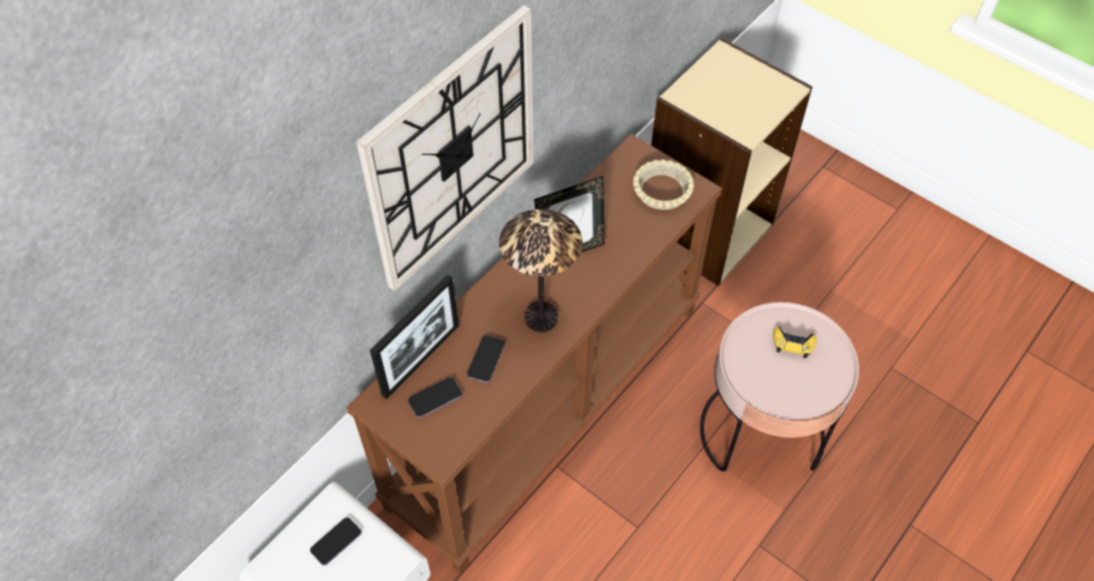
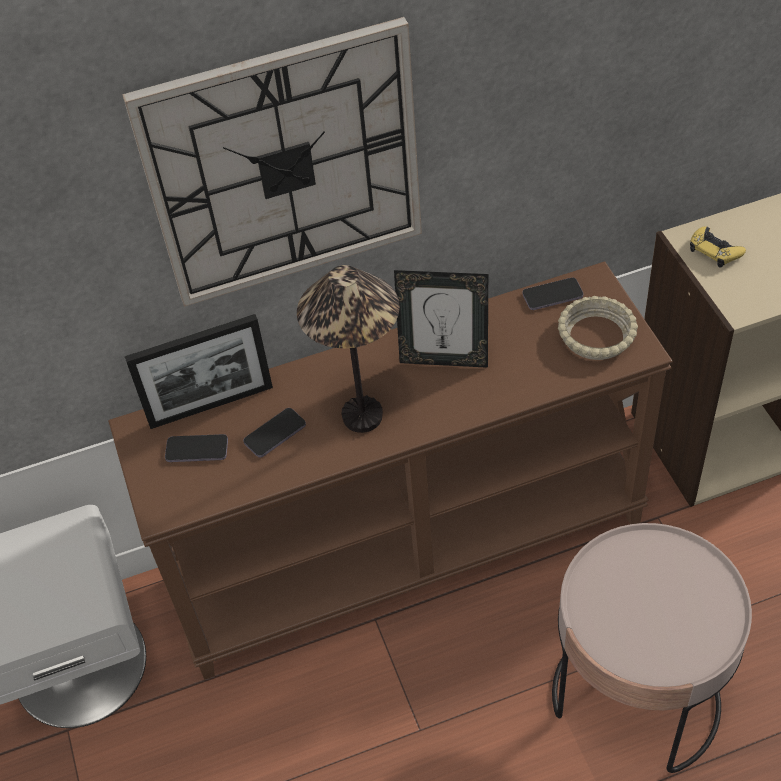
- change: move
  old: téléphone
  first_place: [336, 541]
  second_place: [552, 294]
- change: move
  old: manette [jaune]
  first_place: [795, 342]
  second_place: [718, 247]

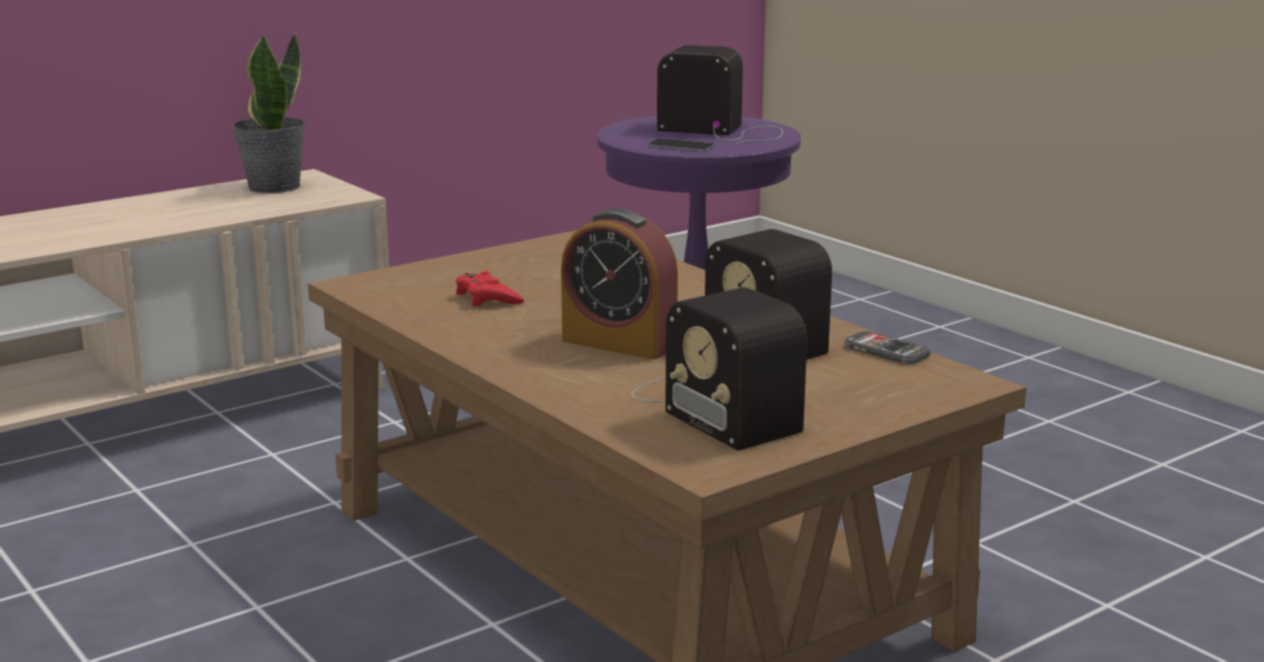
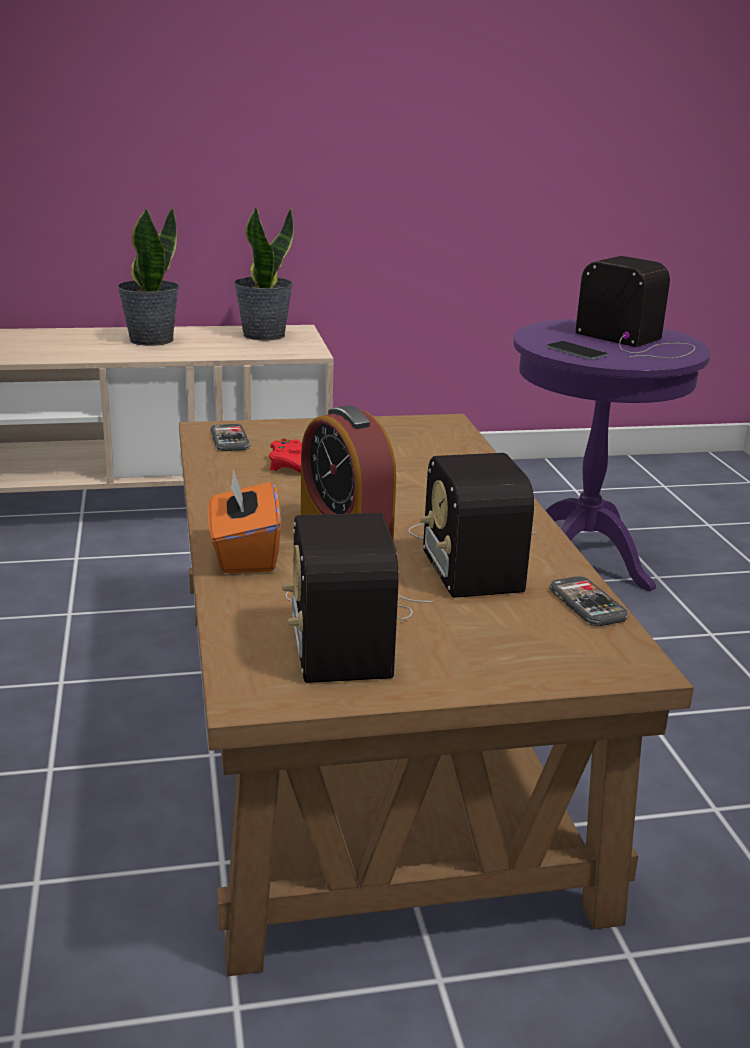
- change: insert
  new: plante en pot
  second_place: [148, 276]
- change: insert
  new: boîte à mouchoirs [orange]
  second_place: [244, 521]
- change: insert
  new: téléphone
  second_place: [230, 437]

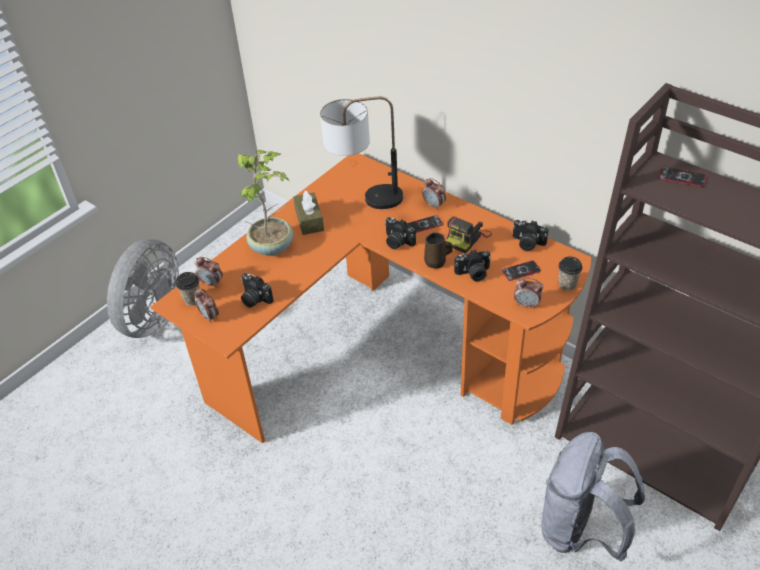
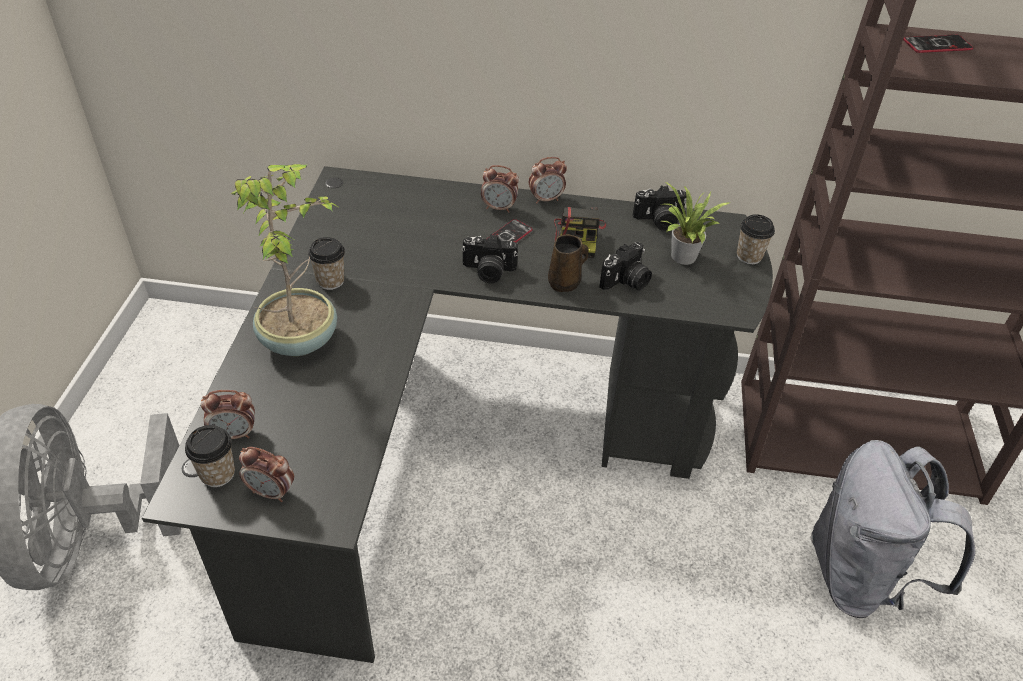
- change: delete
  old: appareil photo
  first_place: [257, 290]
- change: delete
  old: lampe de table
  first_place: [361, 153]
- change: move
  old: réveil
  first_place: [528, 293]
  second_place: [548, 180]
- change: replace
  old: boîte à mouchoirs [marron]
  new: tasse
  first_place: [308, 212]
  second_place: [326, 263]
- change: replace
  old: téléphone
  new: plante en pot
  first_place: [521, 270]
  second_place: [694, 223]
- change: recolor
  old: bureau [orange]
  new: bureau [noir]
  first_place: [371, 298]
  second_place: [457, 414]

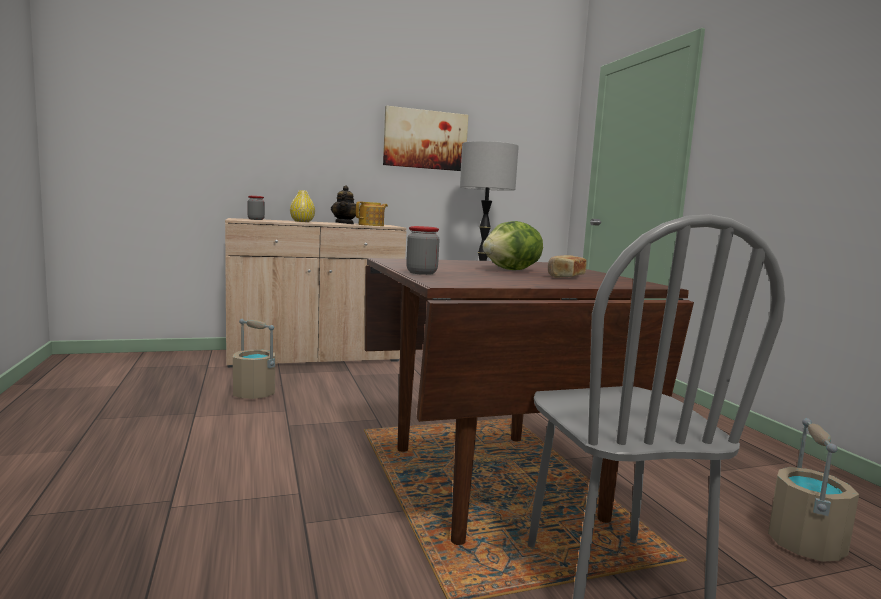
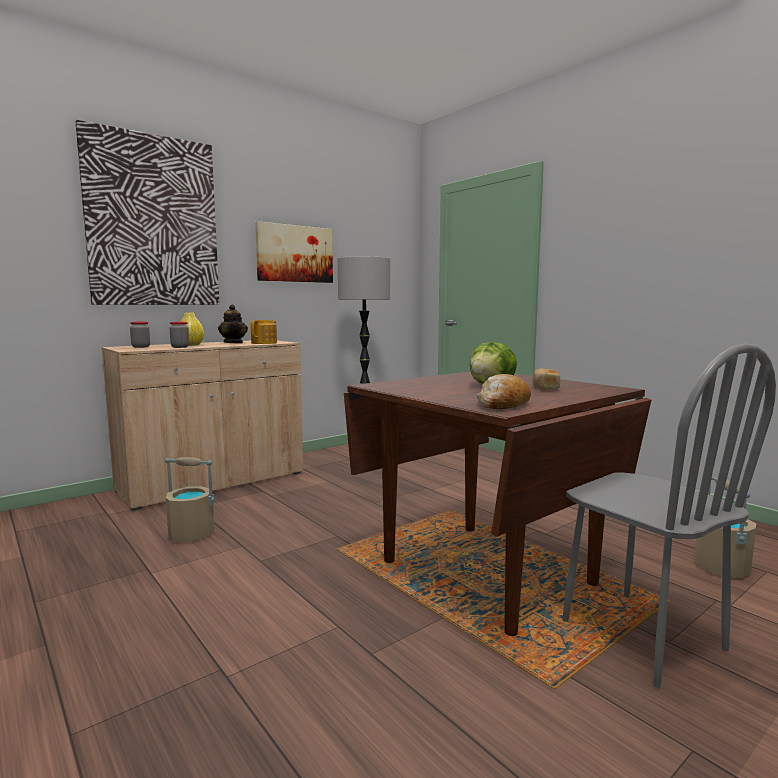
- change: insert
  new: tableau
  second_place: [147, 212]
- change: insert
  new: pain
  second_place: [504, 391]
- change: move
  old: bocal
  first_place: [423, 250]
  second_place: [179, 335]

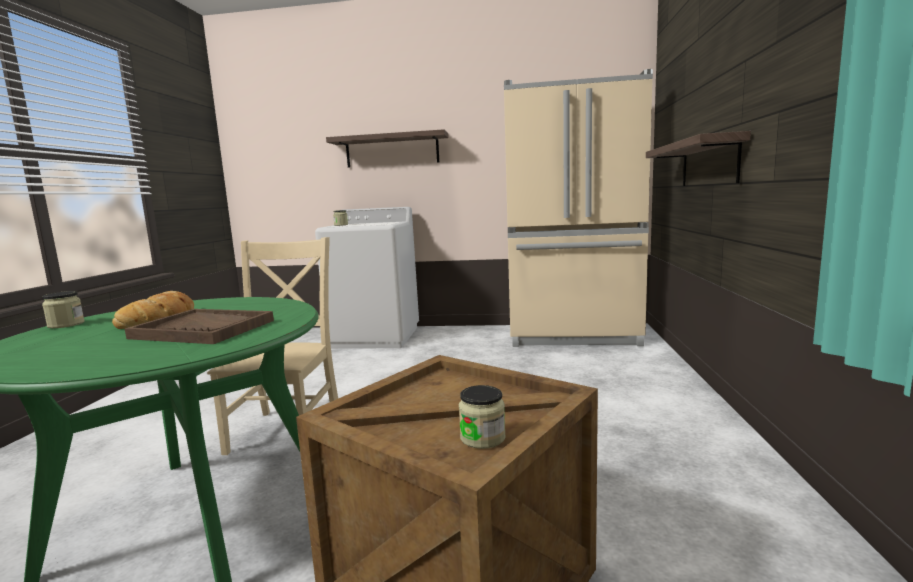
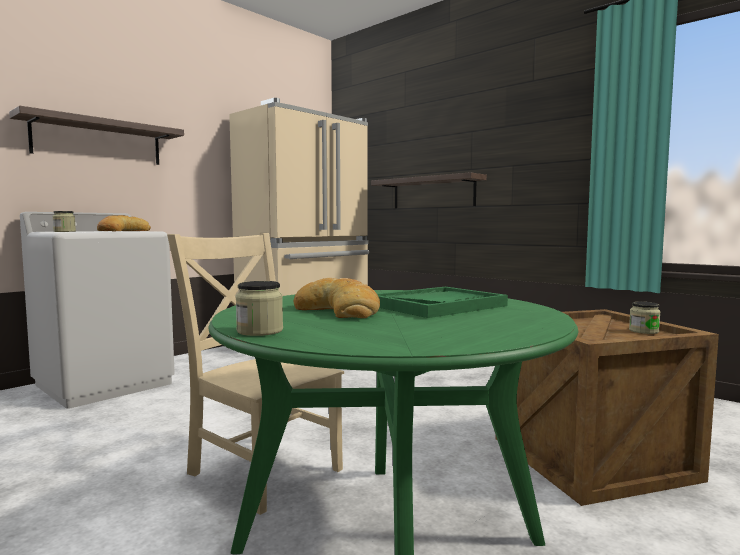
- change: insert
  new: pain
  second_place: [124, 223]
- change: recolor
  old: plateau [marron]
  new: plateau [vert]
  first_place: [199, 326]
  second_place: [442, 302]

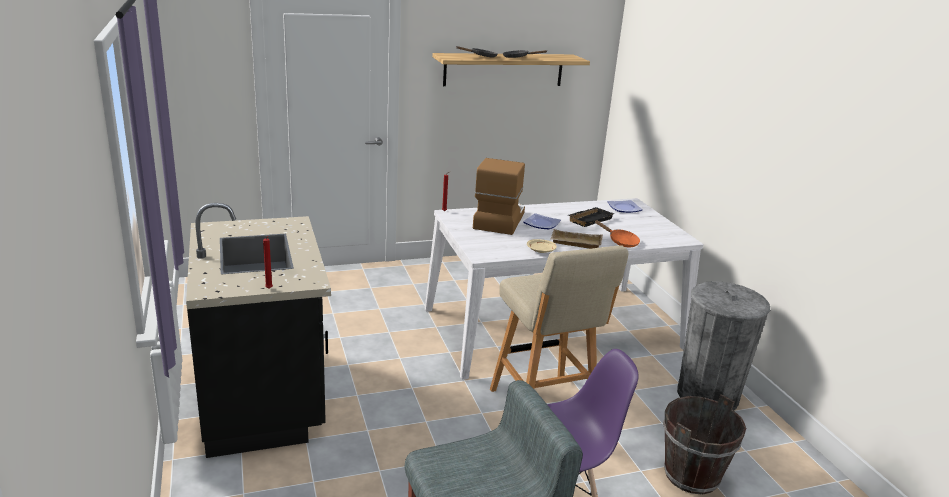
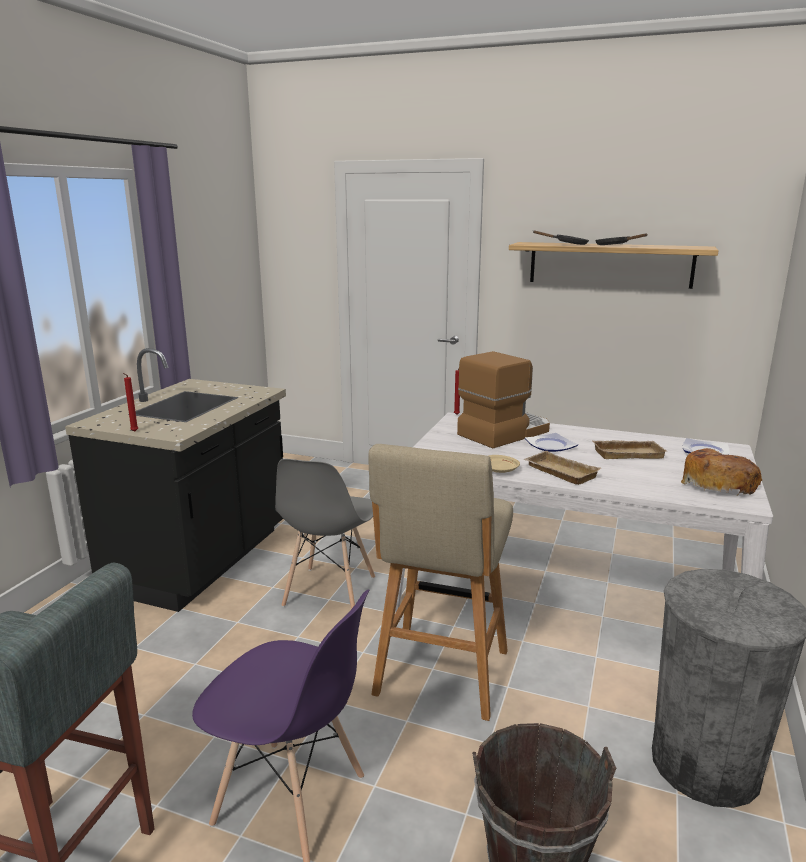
- change: delete
  old: poêle [orange]
  first_place: [617, 233]
- change: insert
  new: chaise [gris]
  second_place: [325, 534]
- change: insert
  new: pain
  second_place: [721, 472]
- change: recolor
  old: plateau [noir]
  new: plateau [beige]
  first_place: [591, 217]
  second_place: [630, 449]

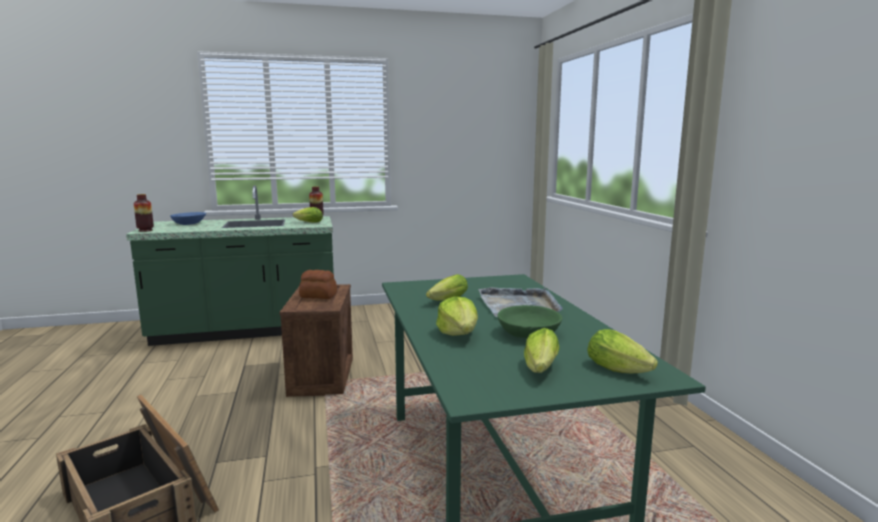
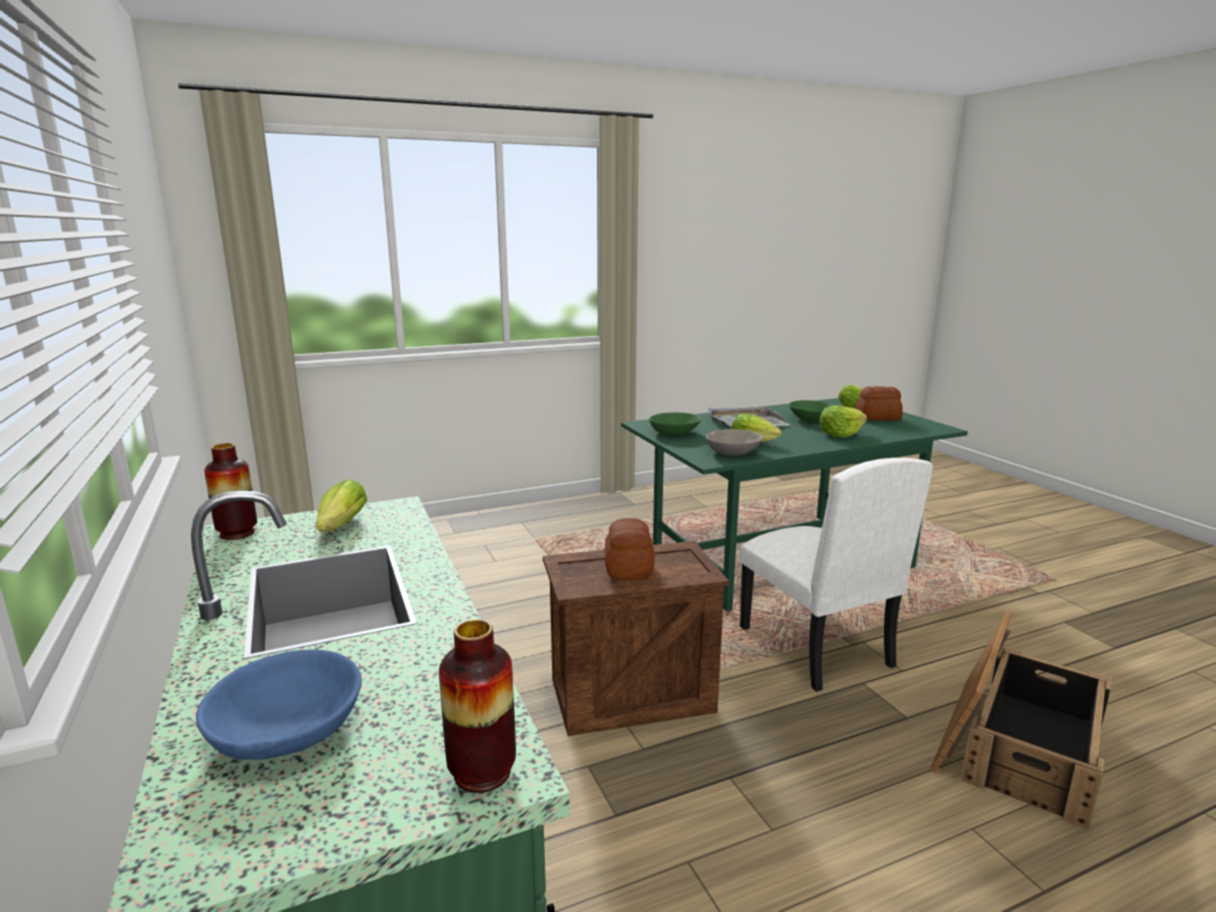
- change: insert
  new: bol [vert]
  second_place: [675, 424]
- change: insert
  new: bol [gris]
  second_place: [734, 442]
- change: insert
  new: chaise [blanc]
  second_place: [836, 575]
- change: replace
  old: laitue
  new: pain
  first_place: [541, 350]
  second_place: [879, 403]

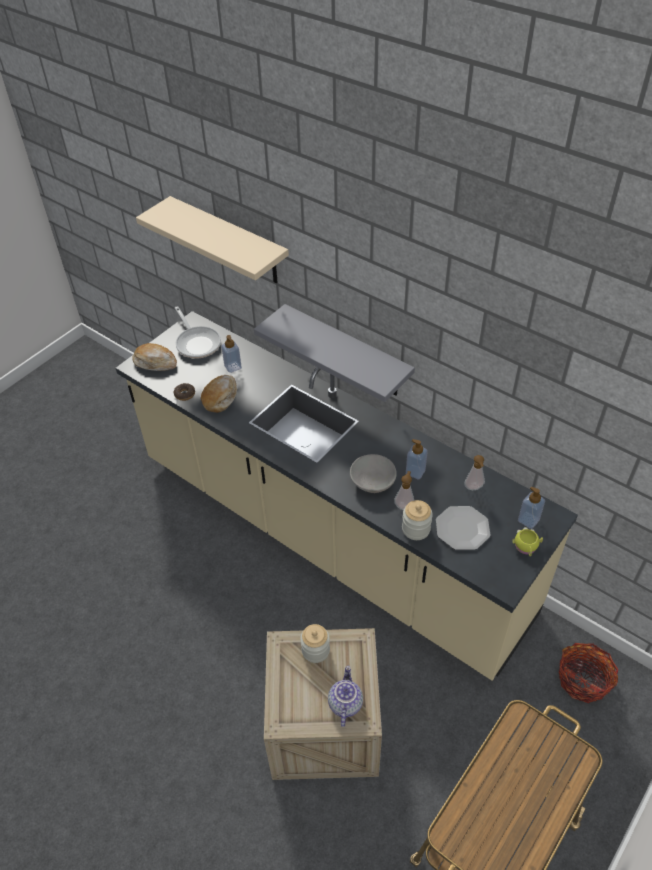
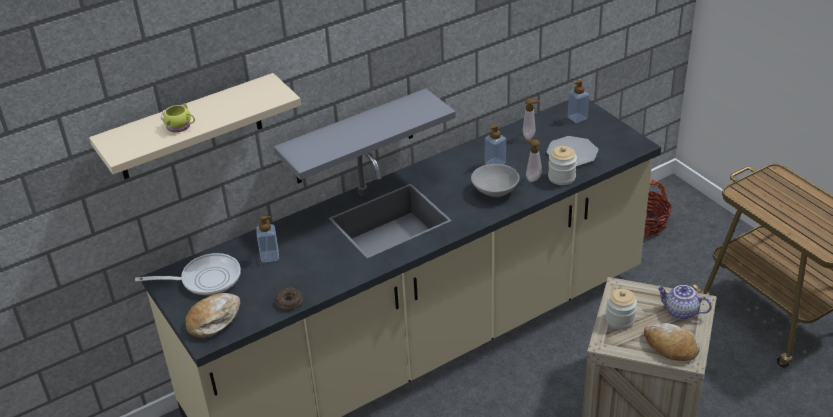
- change: move
  old: pain
  first_place: [219, 394]
  second_place: [672, 342]
- change: move
  old: mug [jaune]
  first_place: [528, 541]
  second_place: [178, 117]

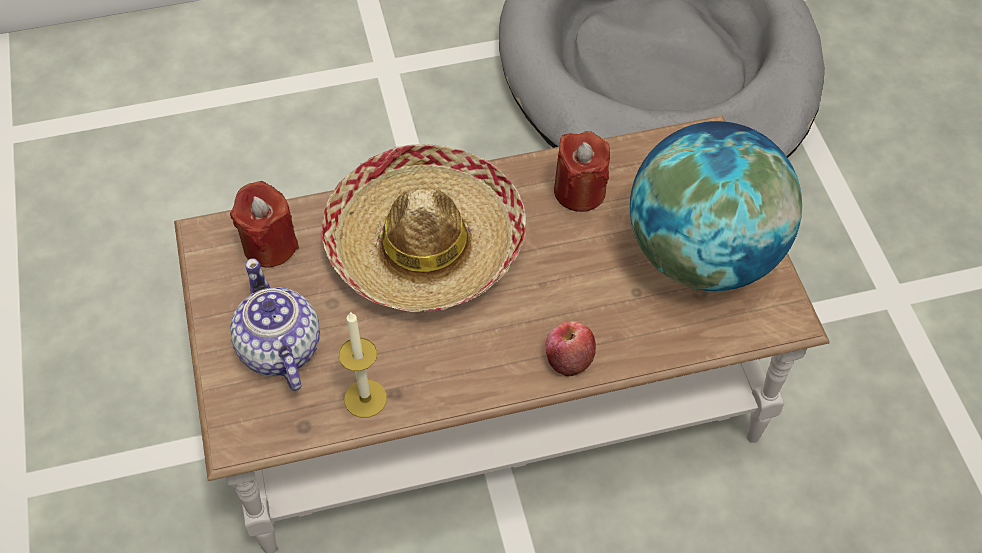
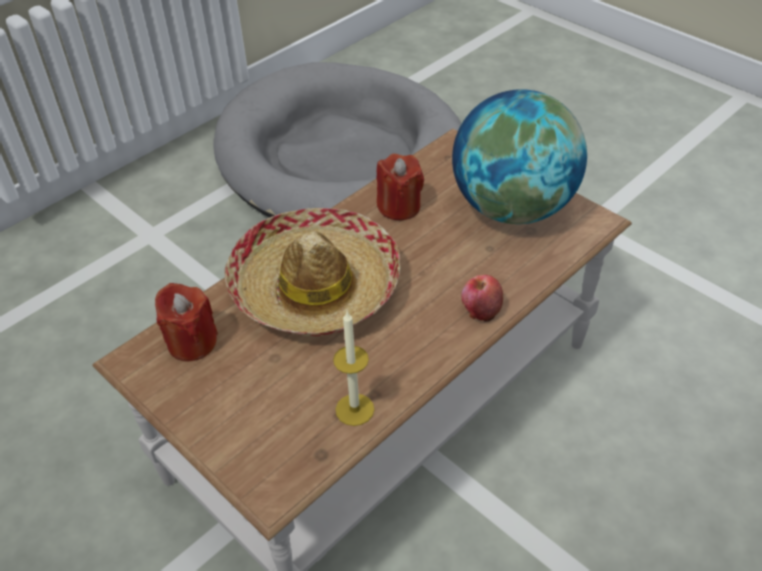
- change: delete
  old: théière
  first_place: [275, 324]

